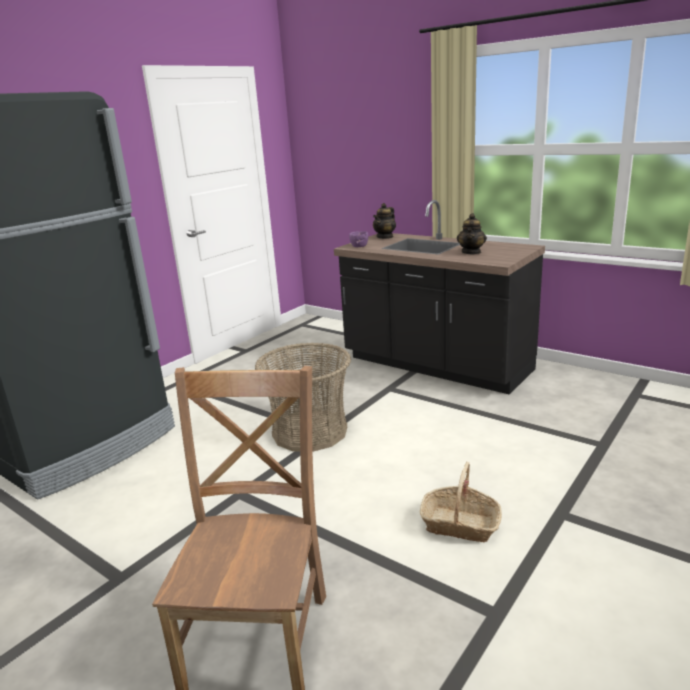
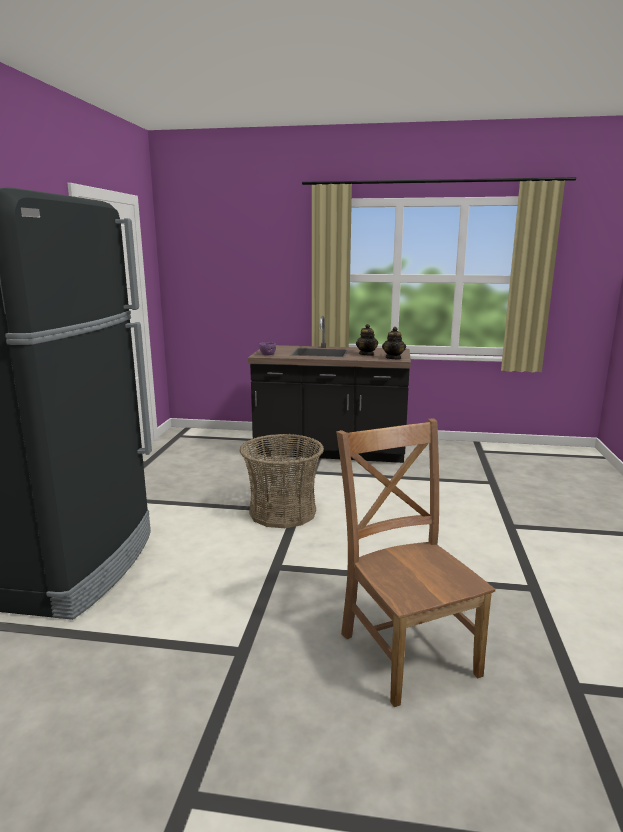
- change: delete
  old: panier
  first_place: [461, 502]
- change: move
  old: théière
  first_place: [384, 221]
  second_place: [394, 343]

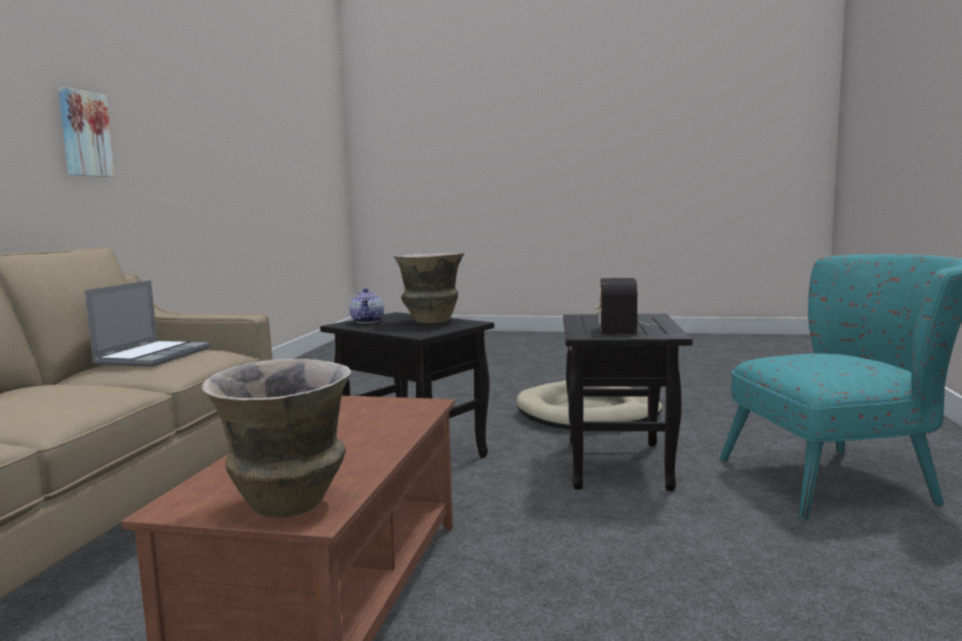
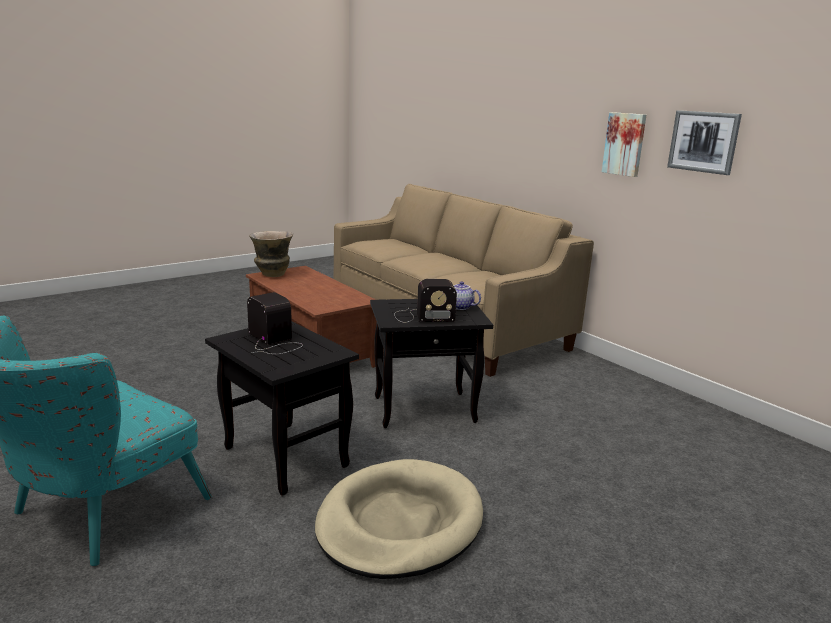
- change: delete
  old: ordinateur portable
  first_place: [147, 323]
- change: insert
  new: tableau
  second_place: [704, 142]
- change: replace
  old: vase
  new: radio
  first_place: [429, 288]
  second_place: [425, 301]

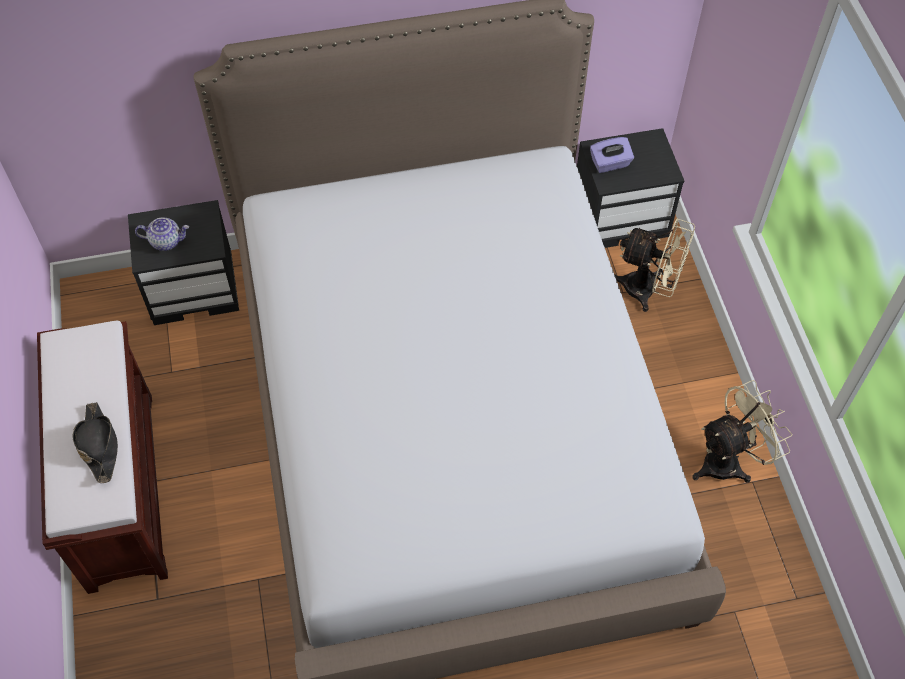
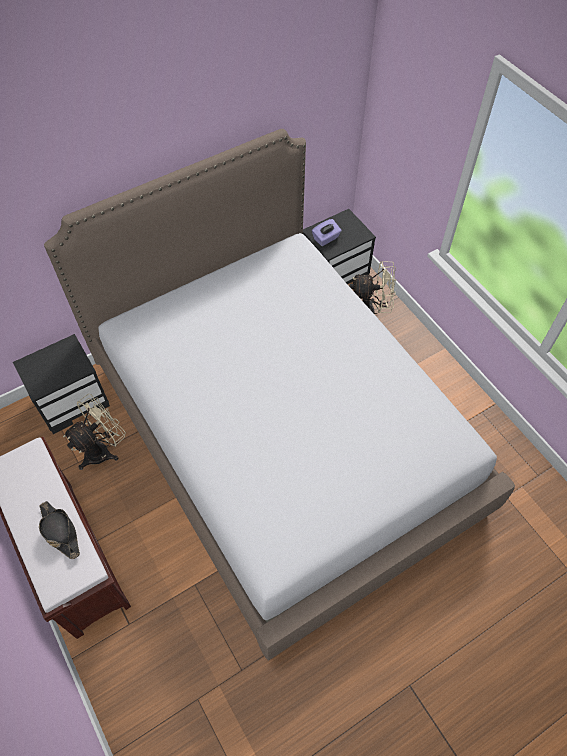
- change: delete
  old: théière
  first_place: [162, 234]
- change: move
  old: ventilateur [beige]
  first_place: [743, 431]
  second_place: [94, 432]

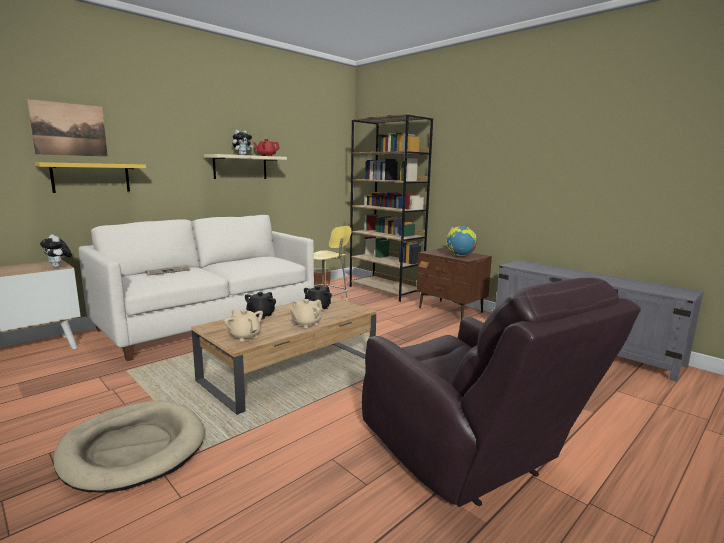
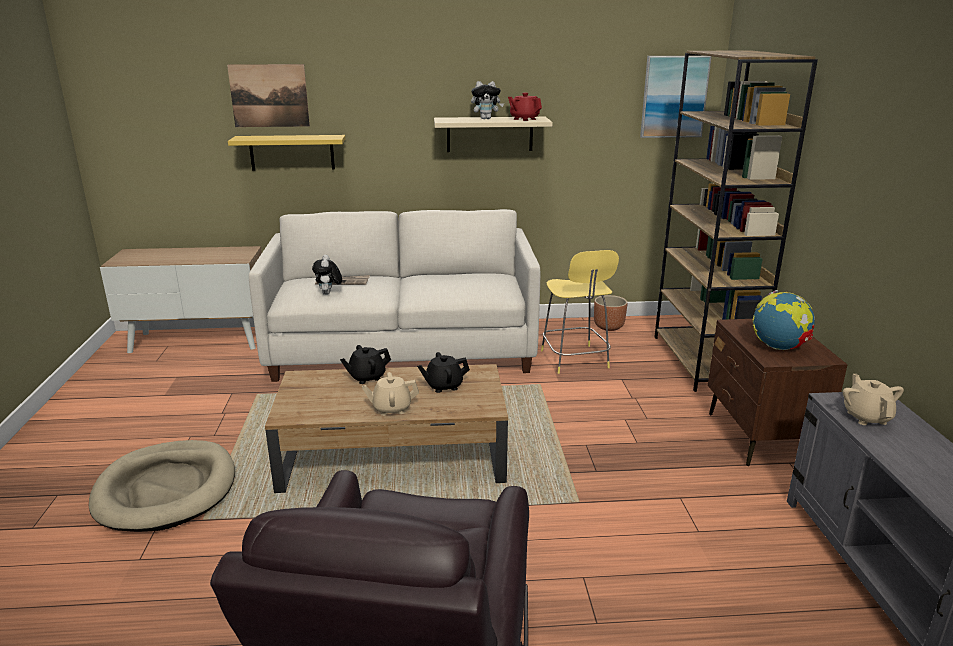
- change: insert
  new: tableau
  second_place: [676, 97]
- change: move
  old: peluche
  first_place: [56, 251]
  second_place: [327, 275]
- change: move
  old: théière [beige]
  first_place: [243, 325]
  second_place: [873, 399]

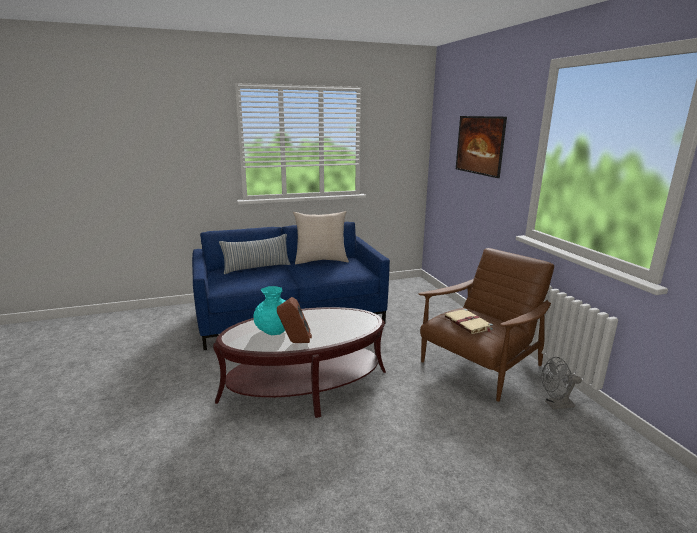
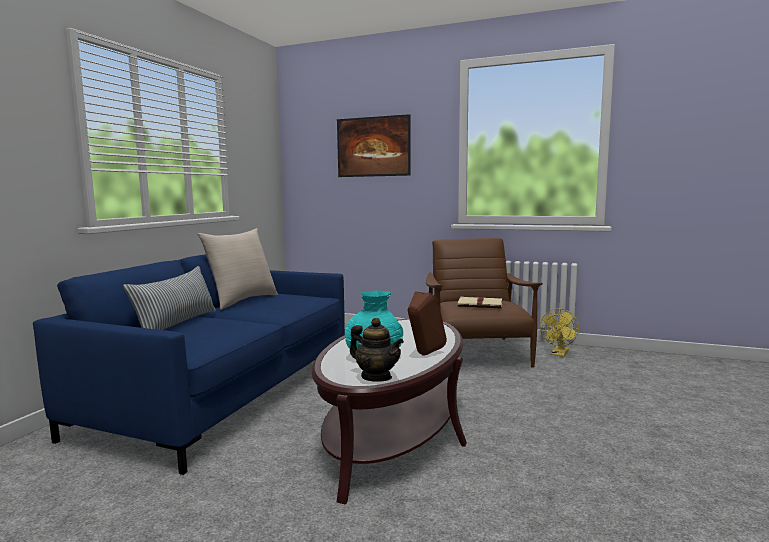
- change: insert
  new: théière
  second_place: [377, 350]
- change: recolor
  old: ventilateur [gris]
  new: ventilateur [jaune]
  first_place: [561, 383]
  second_place: [559, 332]

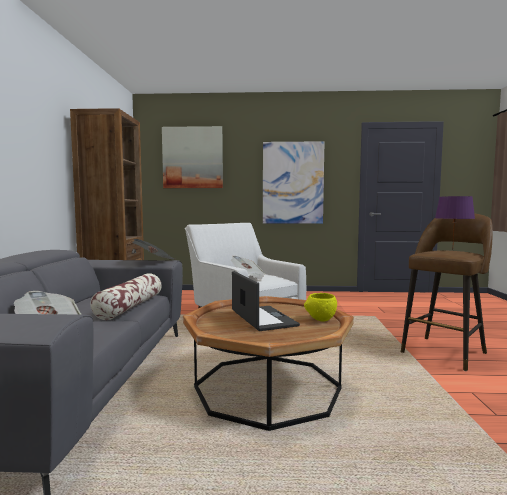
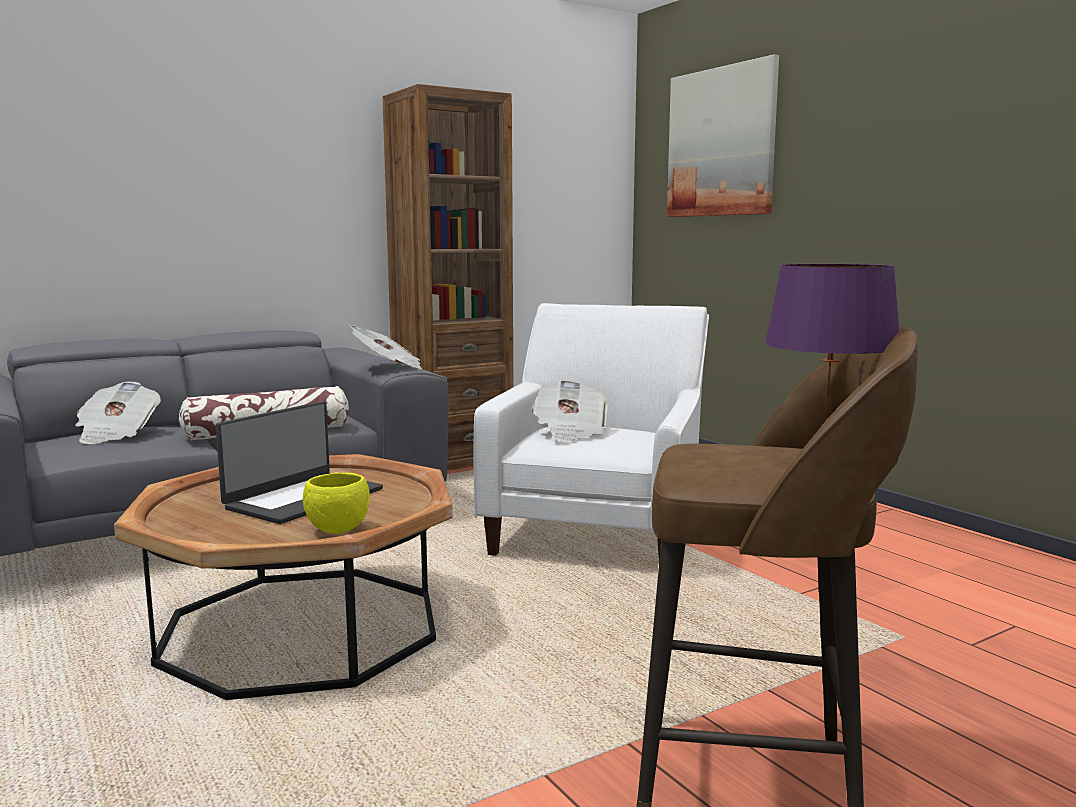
- change: delete
  old: tableau
  first_place: [293, 182]

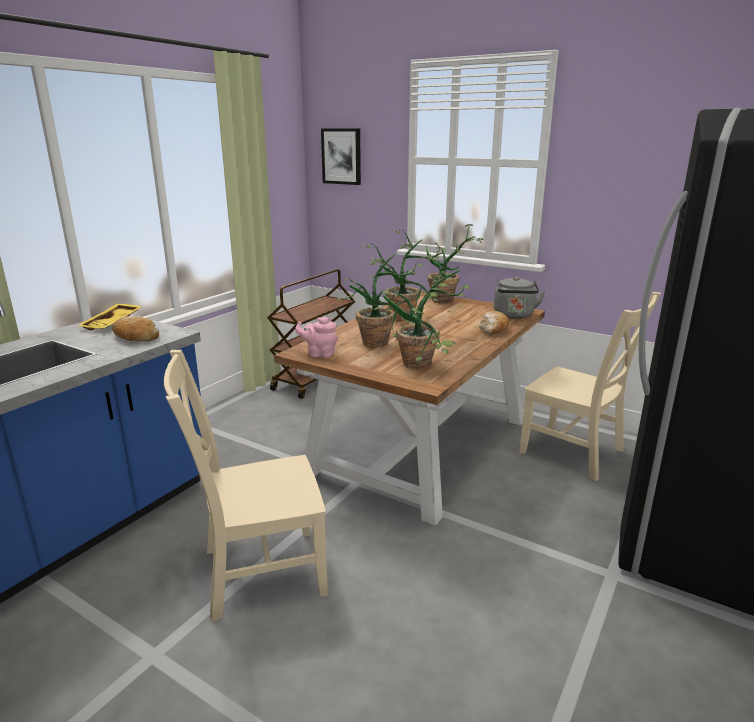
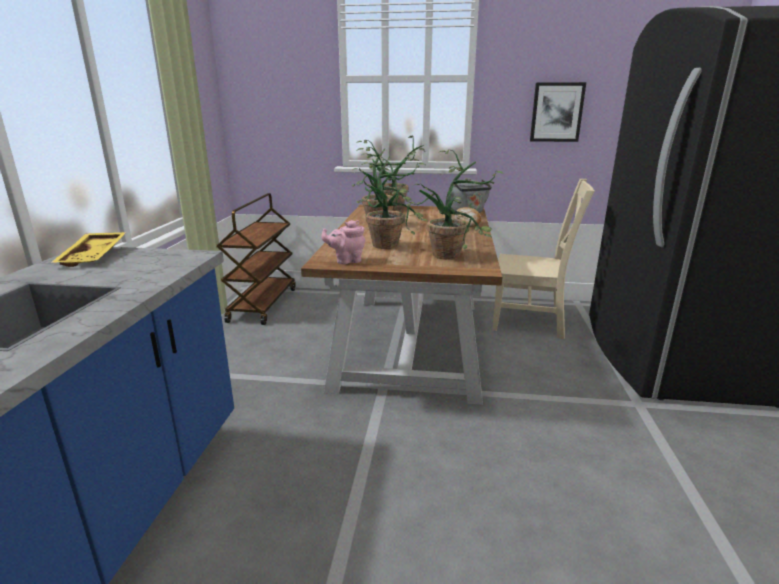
- change: delete
  old: pain
  first_place: [135, 328]
- change: delete
  old: chaise [beige]
  first_place: [246, 486]
- change: move
  old: tableau
  first_place: [341, 156]
  second_place: [558, 112]

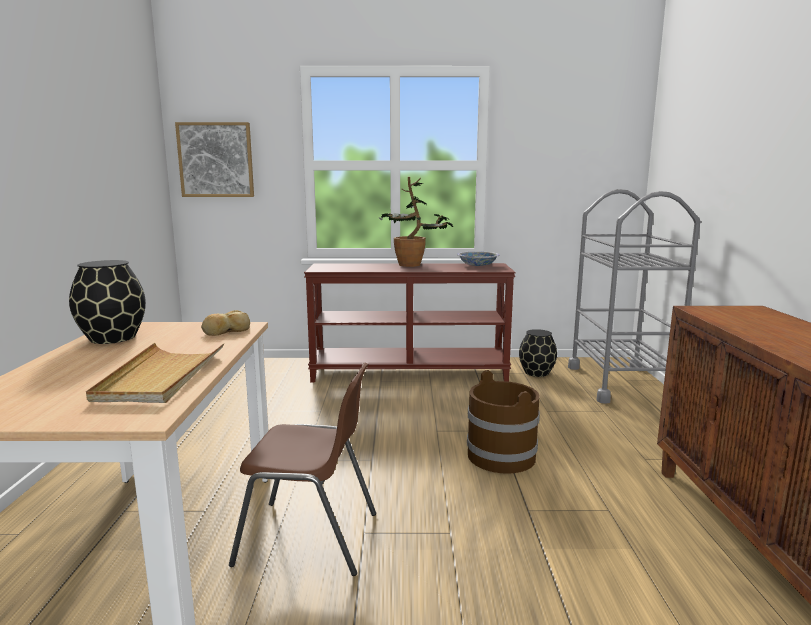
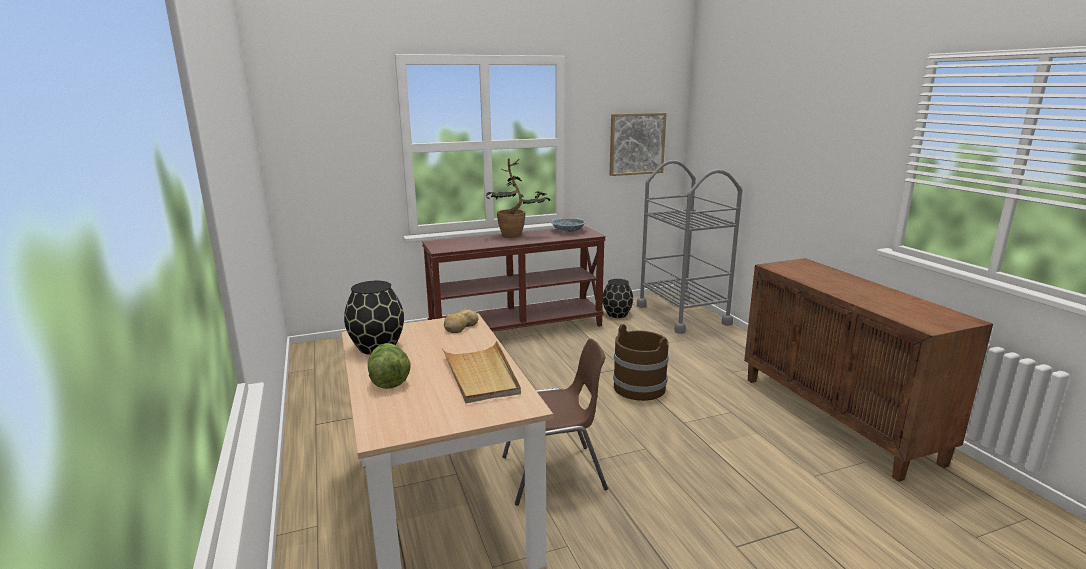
- change: insert
  new: laitue
  second_place: [389, 366]
- change: move
  old: tableau
  first_place: [214, 159]
  second_place: [638, 144]

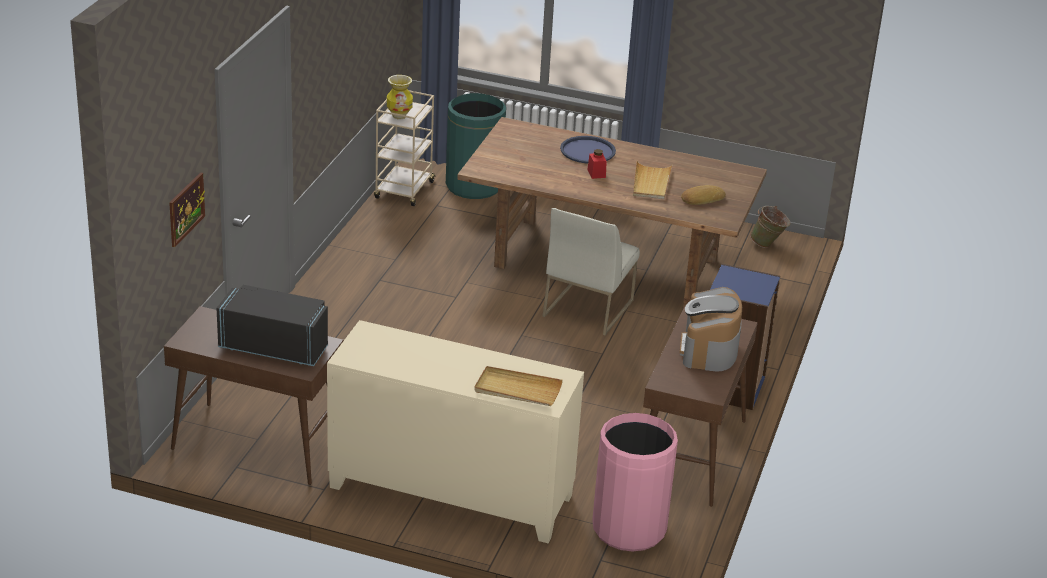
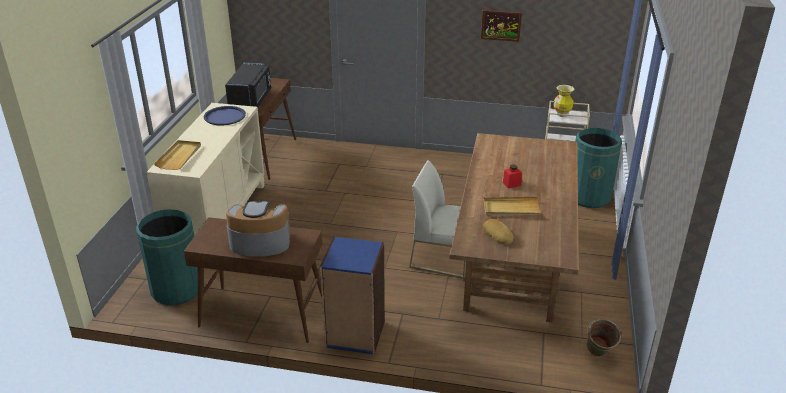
- change: move
  old: tableau
  first_place: [187, 209]
  second_place: [501, 26]
- change: move
  old: plateau [bleu]
  first_place: [588, 150]
  second_place: [225, 115]
- change: recolor
  old: poubelle [rose]
  new: poubelle [vert]
  first_place: [635, 482]
  second_place: [167, 257]

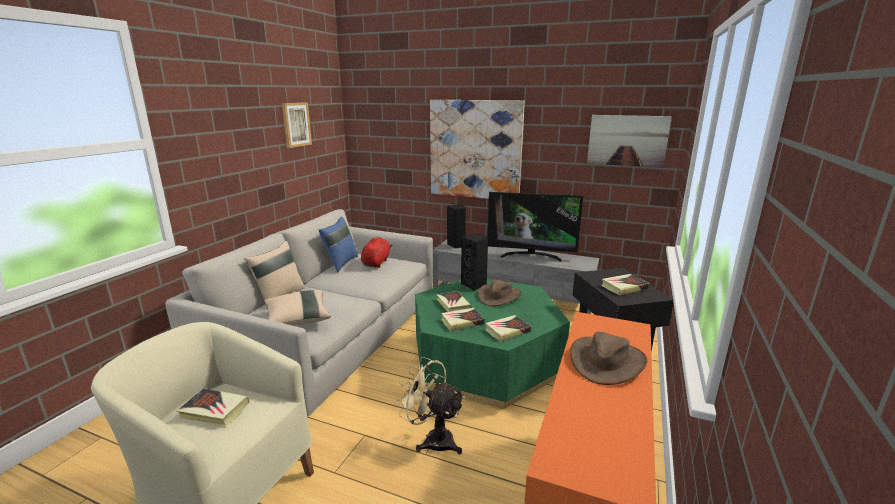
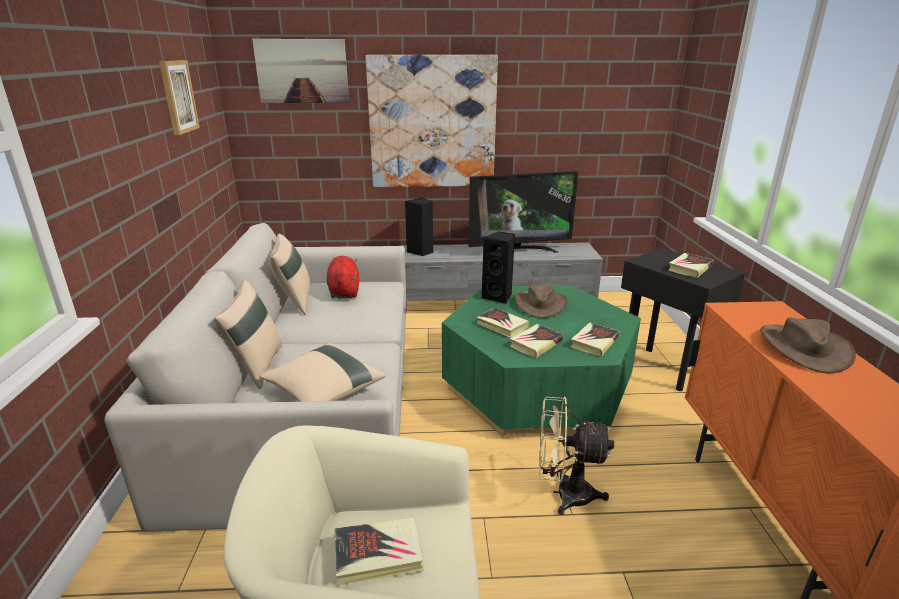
- change: move
  old: tableau
  first_place: [629, 141]
  second_place: [300, 71]
- change: recolor
  old: coussin [bleu]
  new: coussin [beige]
  first_place: [338, 244]
  second_place: [289, 274]

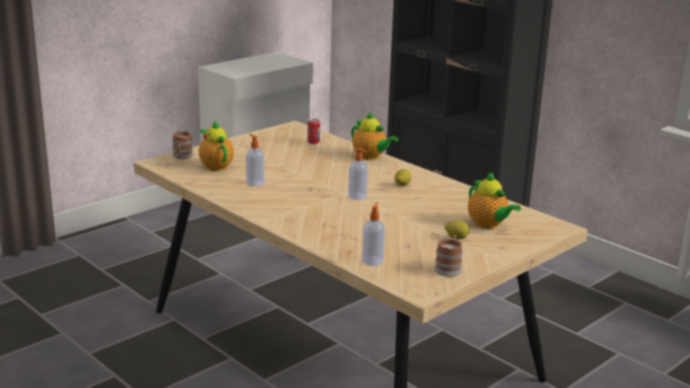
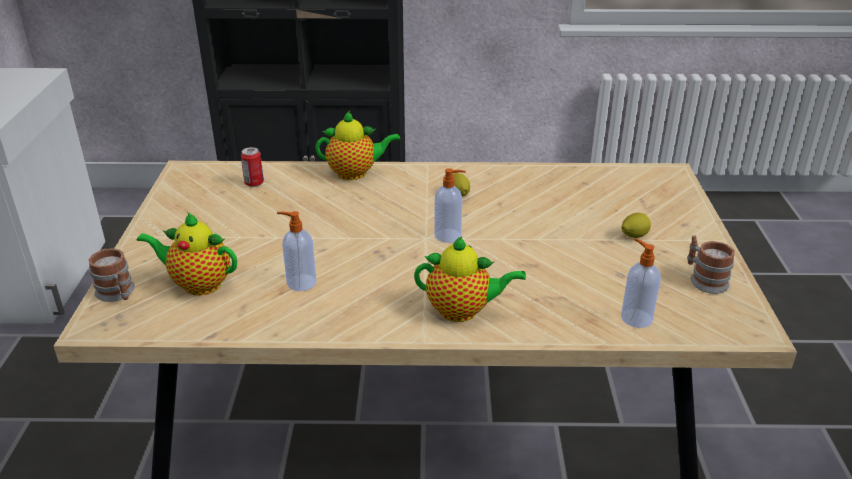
- change: move
  old: théière
  first_place: [494, 200]
  second_place: [470, 279]

